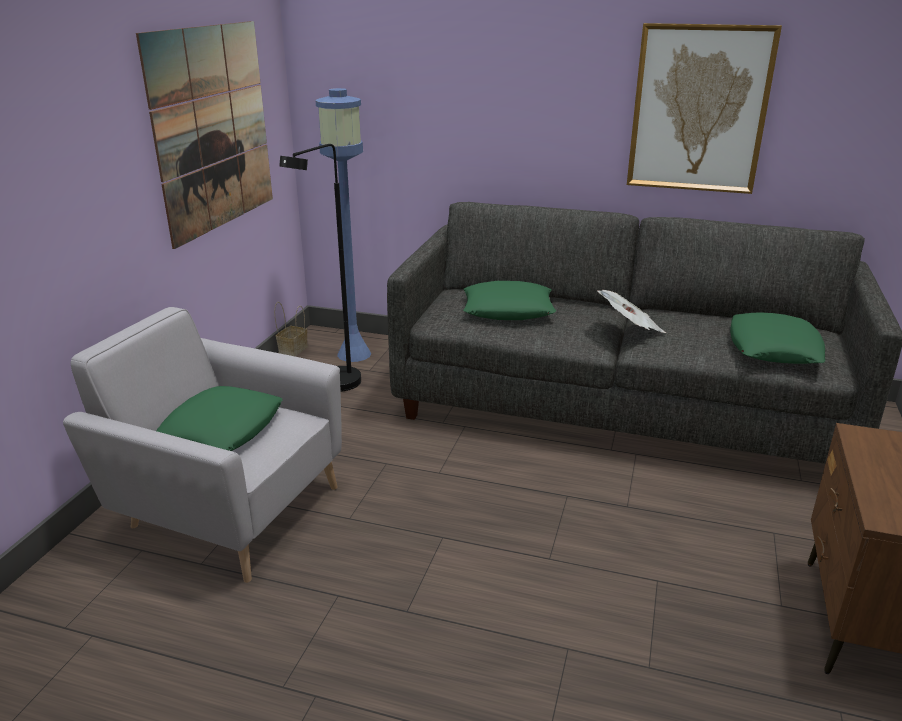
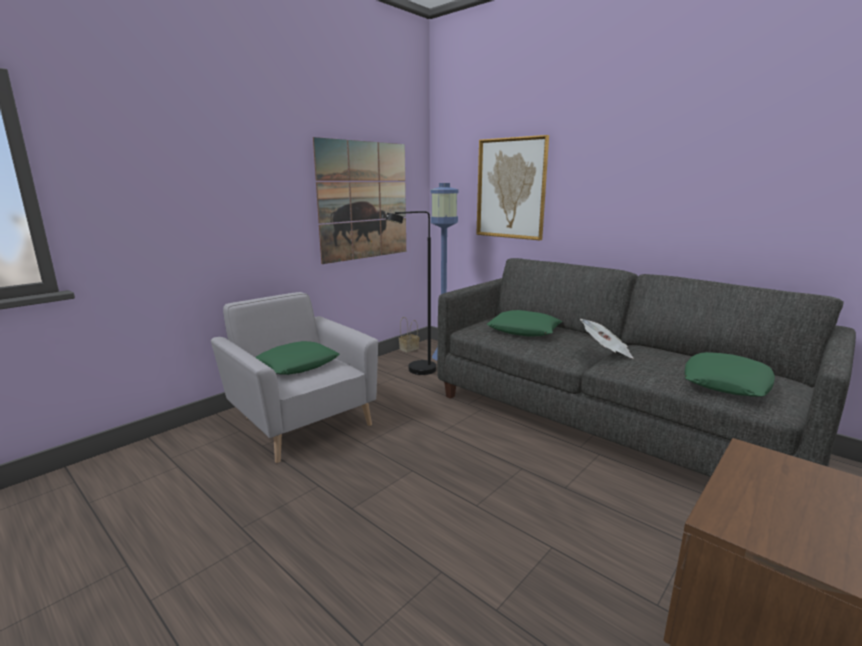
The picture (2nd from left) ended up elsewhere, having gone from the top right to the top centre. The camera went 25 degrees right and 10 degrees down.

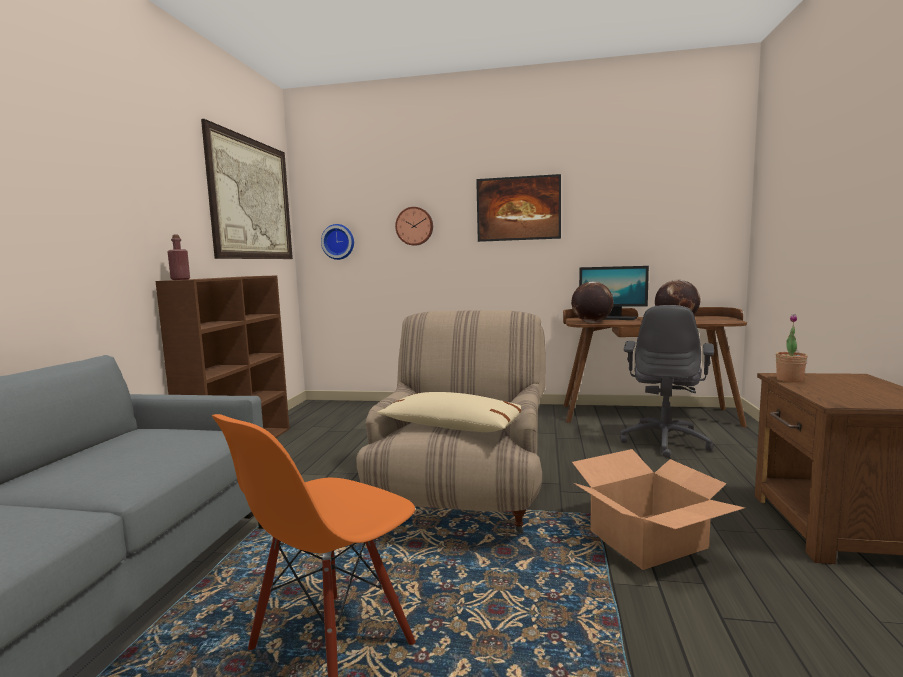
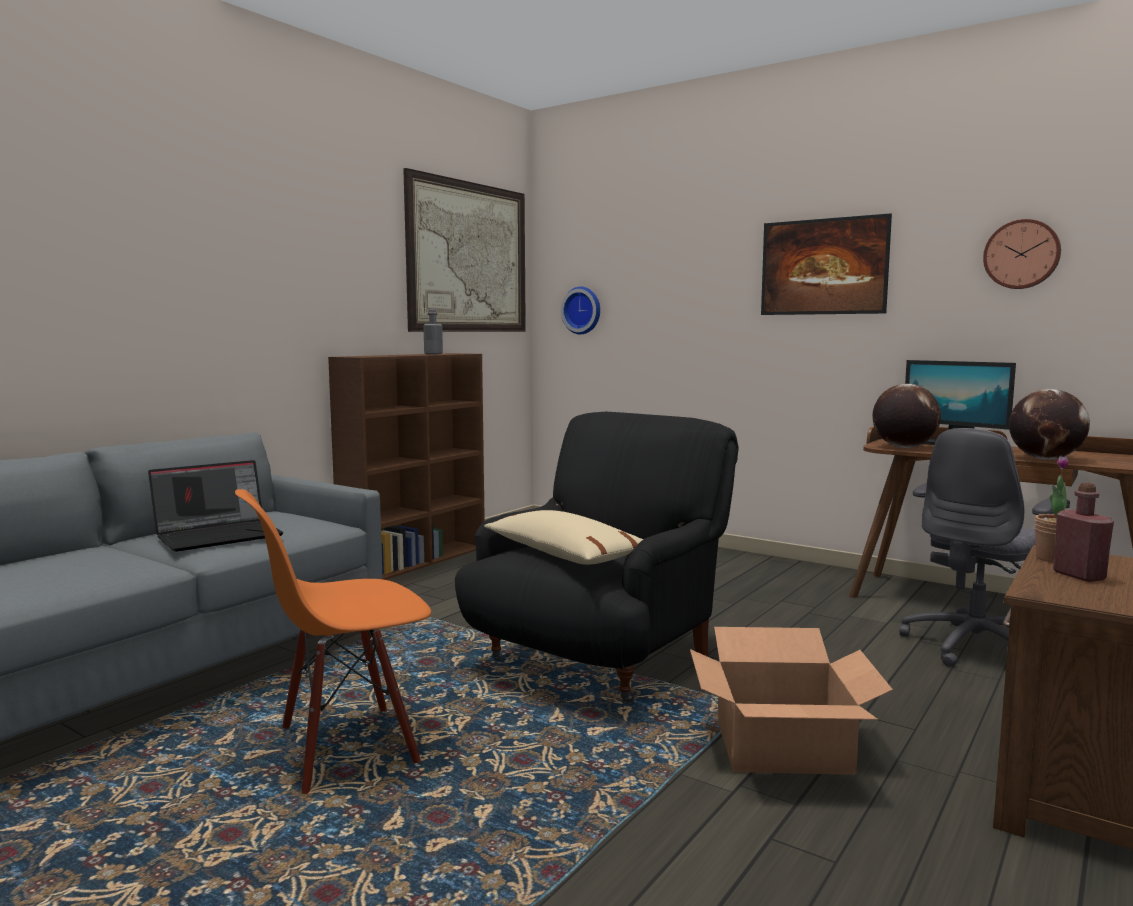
The red bottle ended up elsewhere, having gone from the middle left to the middle right. What was the beige armchair at the centre turned into the black armchair at the centre. The wall clock (2nd from left) ended up elsewhere, having gone from the centre to the top right. The second view gained the laptop at the middle left. The second view gained the grey bottle at the centre. The camera went 25 degrees right and 0 degrees up.

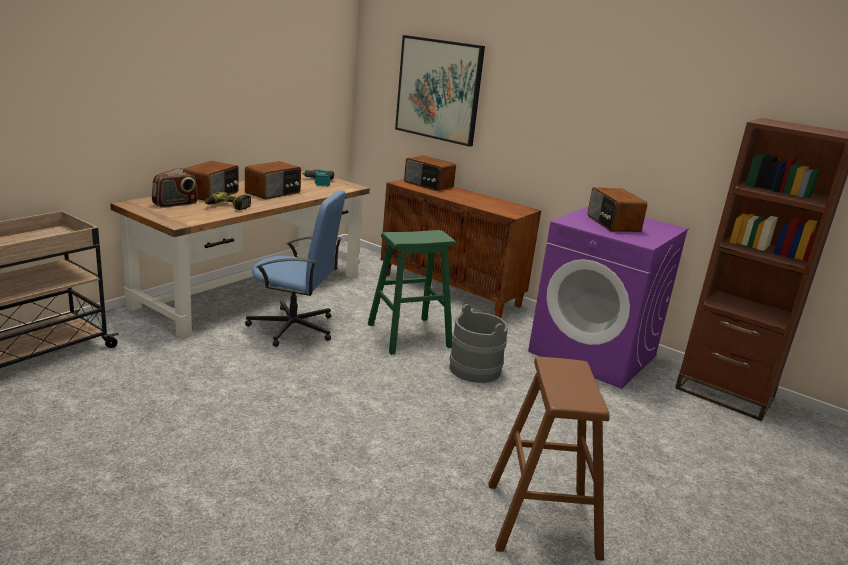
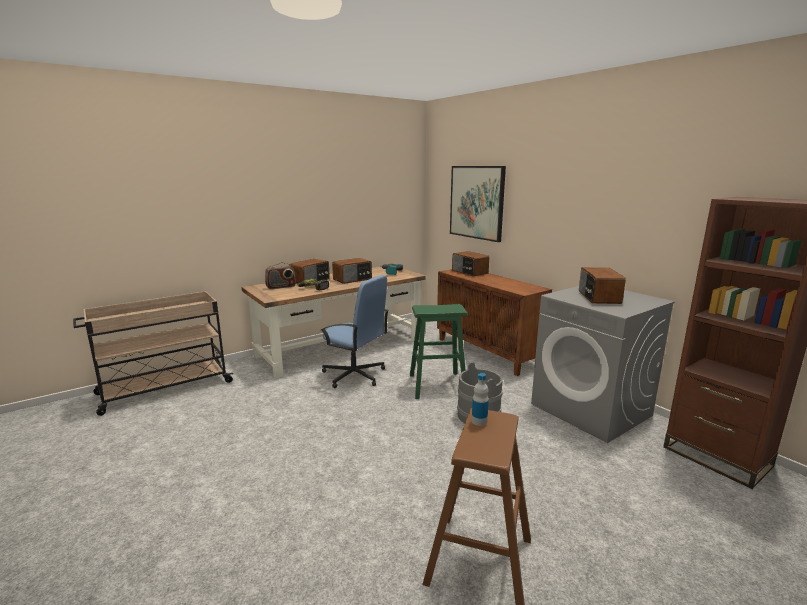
What was the purple washing machine at the middle right turned into the grey washing machine at the middle right. The second view gained the bottle at the centre. The camera went 20 degrees right and 5 degrees down.

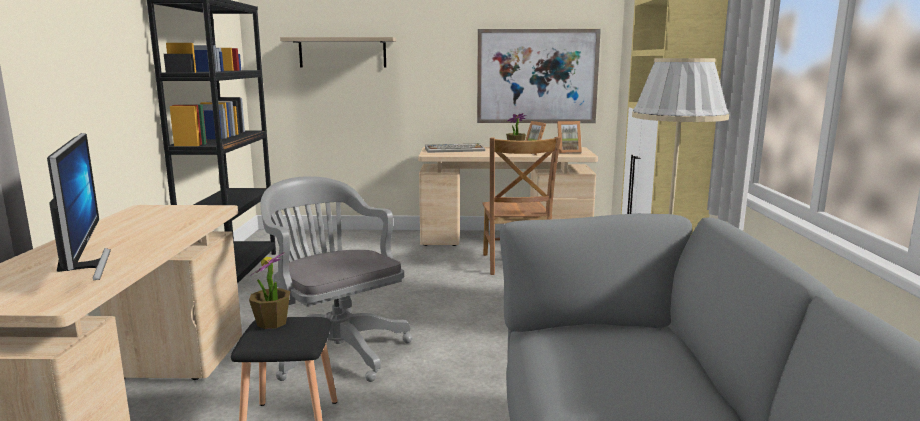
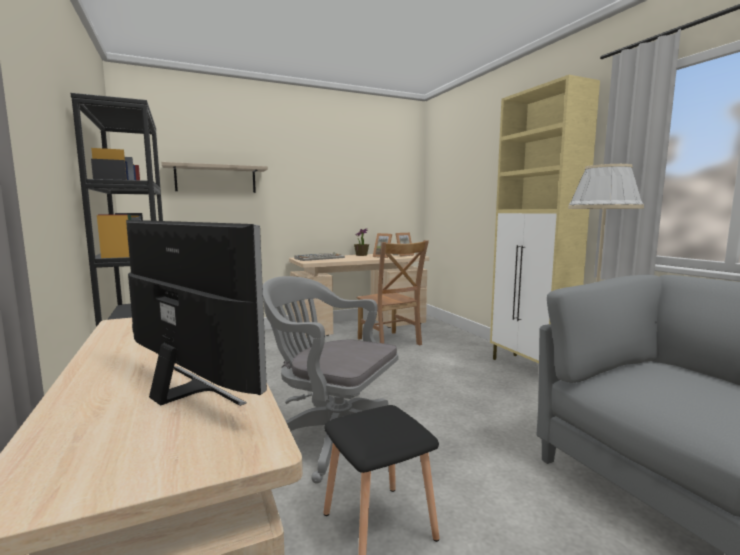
The second view lost the potted plant (1st from left) at the bottom left. The second view lost the picture at the top centre. The camera went 25 degrees left and 5 degrees down.

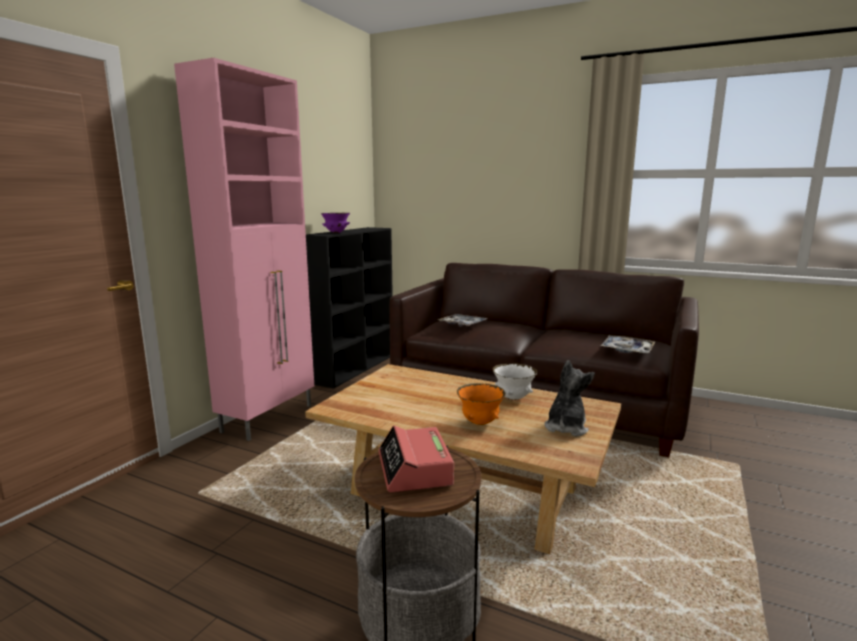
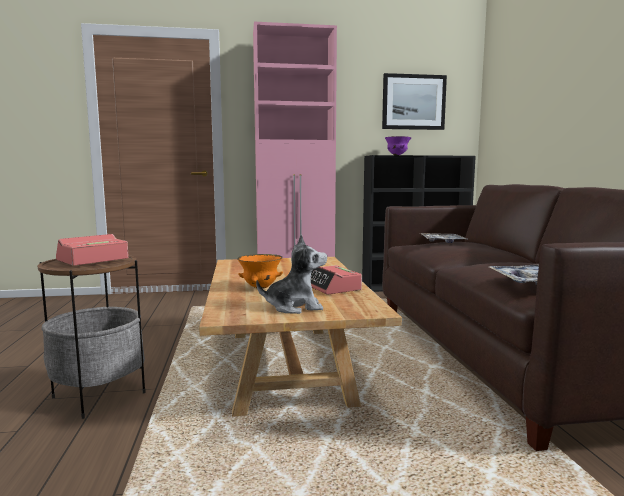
Where the white bowl stood at the centre, the alarm clock (2nd from left) came to stand at the centre. The second view gained the picture at the top centre. The camera went 55 degrees right and 5 degrees down.

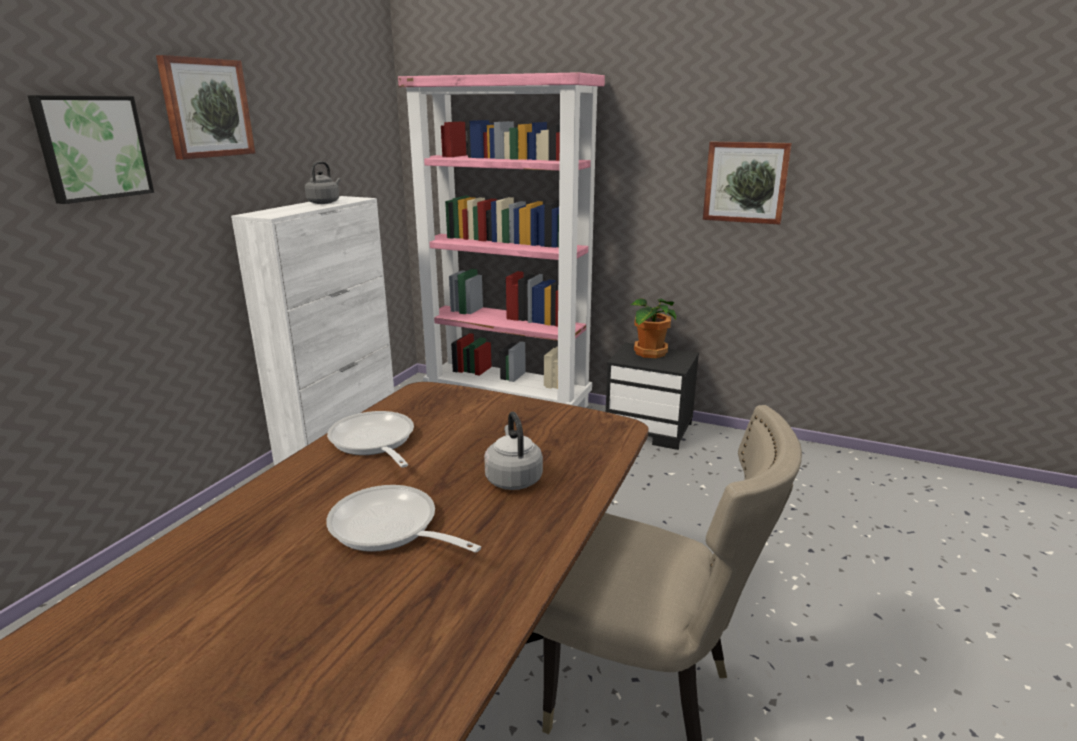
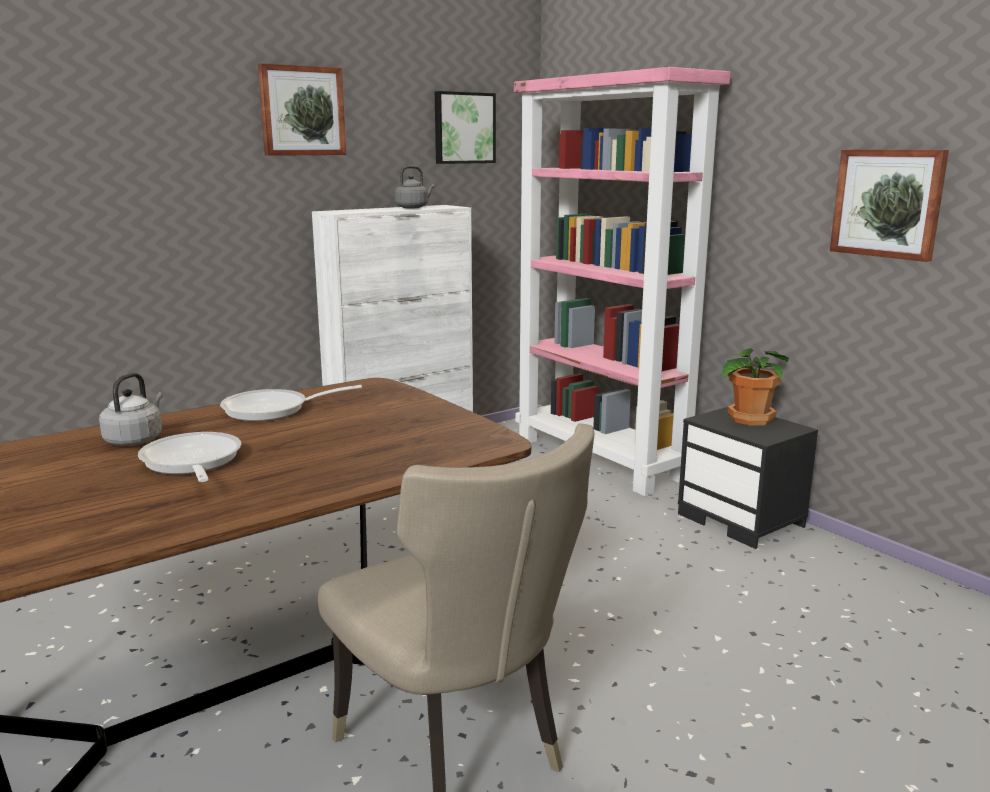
The picture (1st from left in the first image) ended up elsewhere, having gone from the top left to the top centre. The frying pan (1st from left in the first image) at the centre ended up facing another way, 105 degrees counterclockwise from before. The grey kettle (2nd from left in the first image) ended up elsewhere, having gone from the centre to the middle left. The camera went 30 degrees right and 5 degrees down.

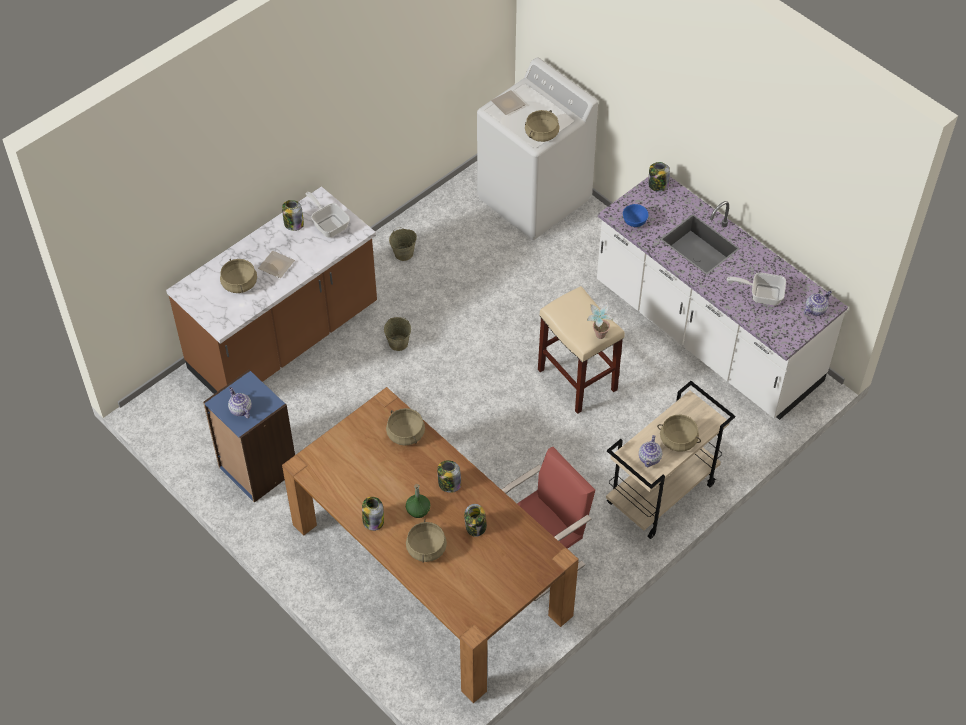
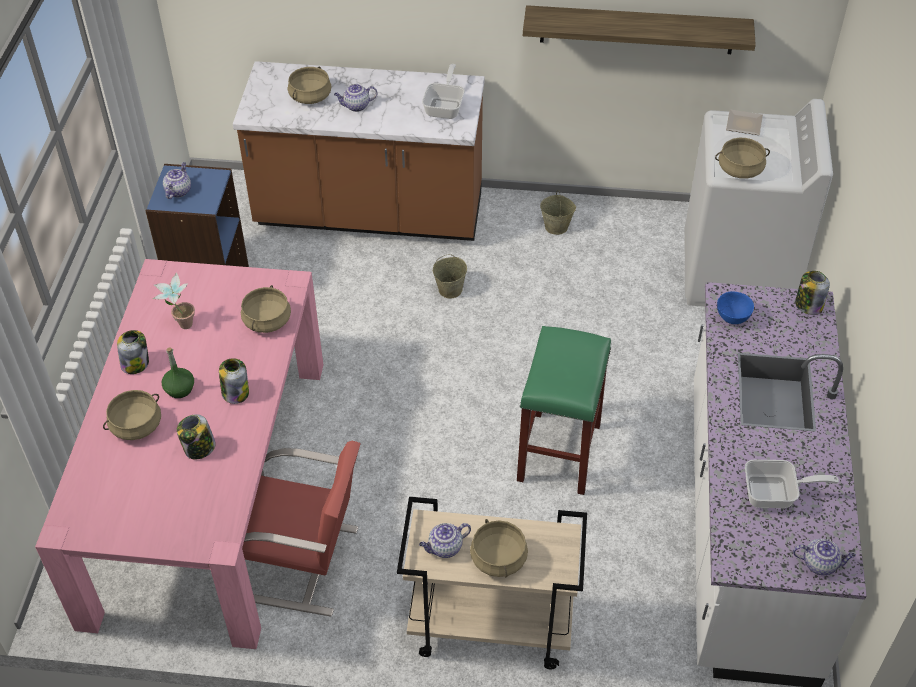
Where the plate (1st from left) stood at the middle left, the teapot (2nd from left) came to stand at the top centre. The second view lost the jar (1st from left) at the top left. What was the brown dining table at the bottom centre turned into the pink dining table at the middle left. What was the beige stool at the centre turned into the green stool at the centre. The potted plant ended up elsewhere, having gone from the centre to the middle left. The frying pan (2nd from left) at the middle right ended up facing another way, 120 degrees clockwise from before. The second view gained the shelf at the top right. The camera went 50 degrees right and 5 degrees down.

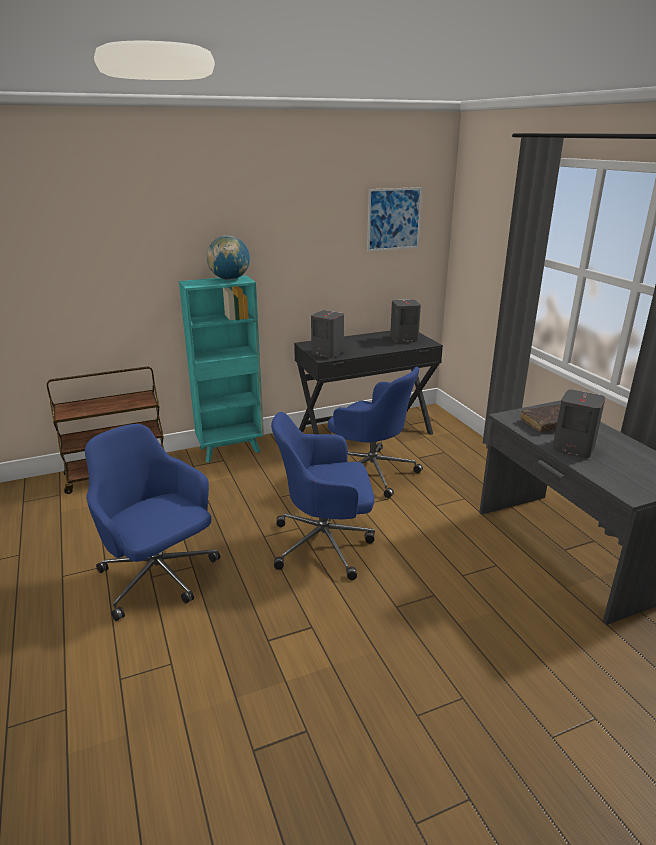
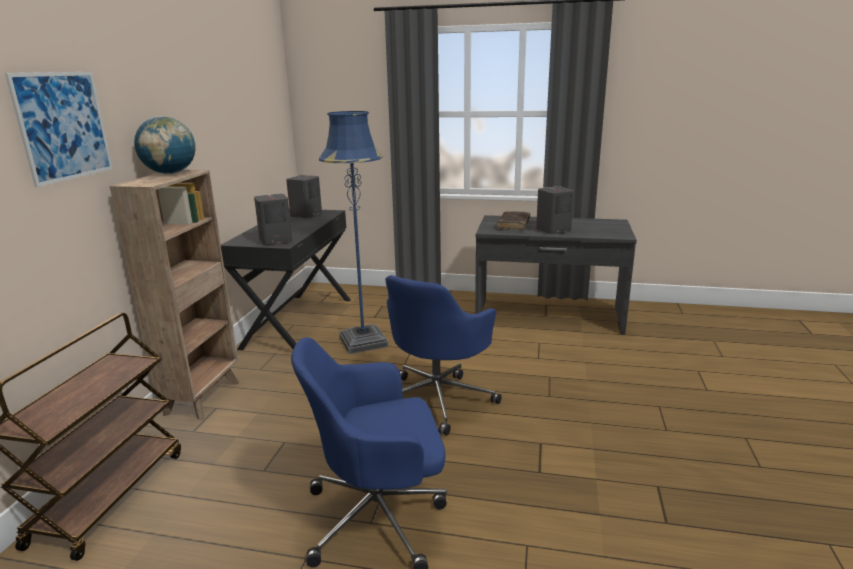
What was the turquoise bookcase at the centre turned into the brown bookcase at the middle left. Where the blue office chair (3rd from left) stood at the centre, the blue floor lamp came to stand at the centre. The picture ended up elsewhere, having gone from the top centre to the top left. The camera went 55 degrees left and 5 degrees down.

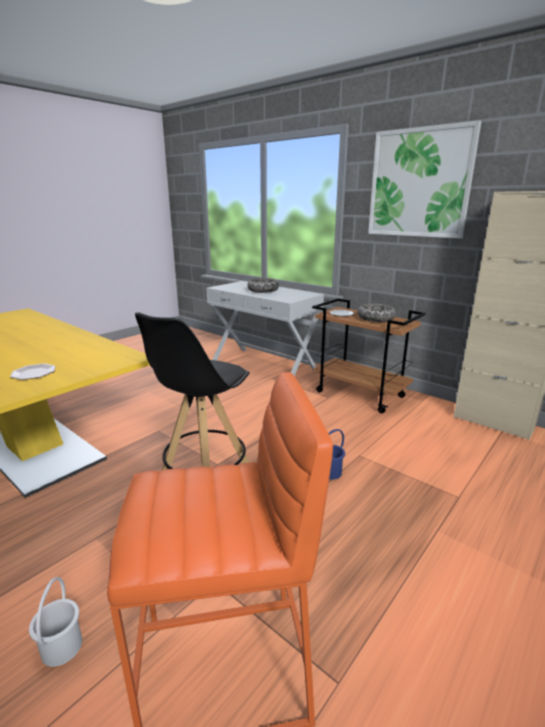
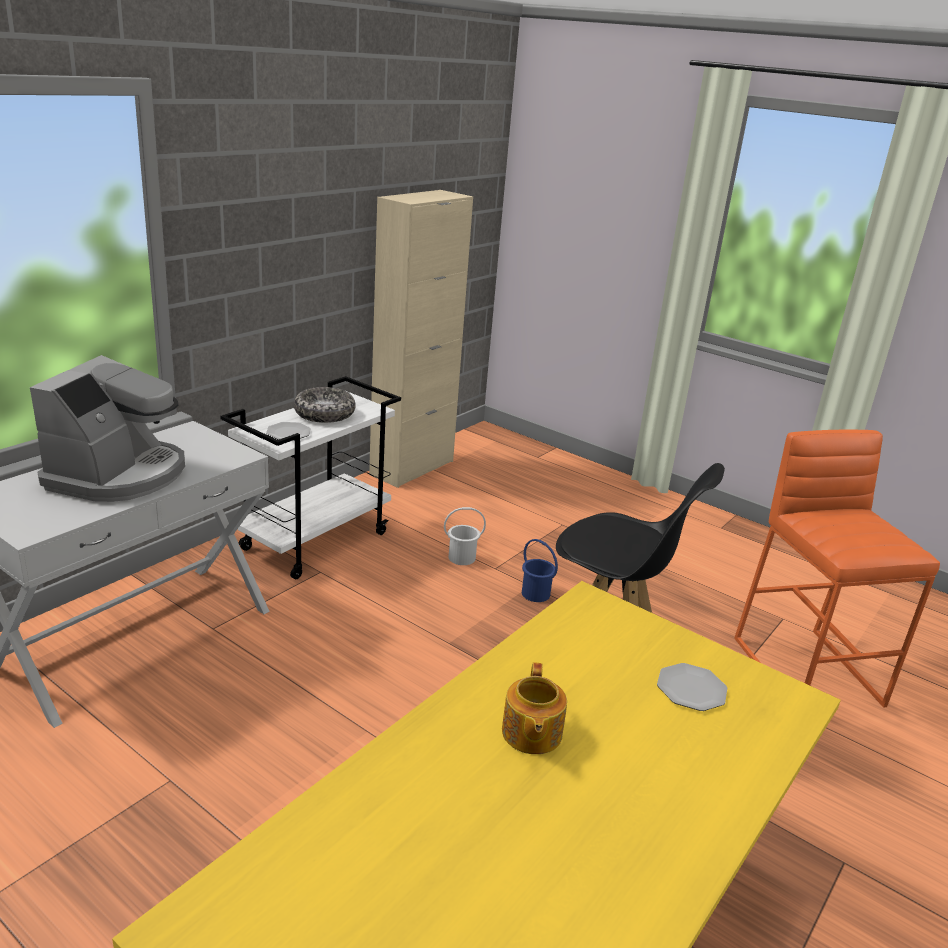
The white bucket ended up elsewhere, having gone from the bottom left to the centre. Where the bowl (1st from left) stood at the centre, the coffee machine came to stand at the middle left. What was the brown cart at the middle right turned into the white cart at the middle left. The second view lost the picture at the top right. The second view gained the teapot at the bottom centre. The camera went 95 degrees left and 5 degrees up.

